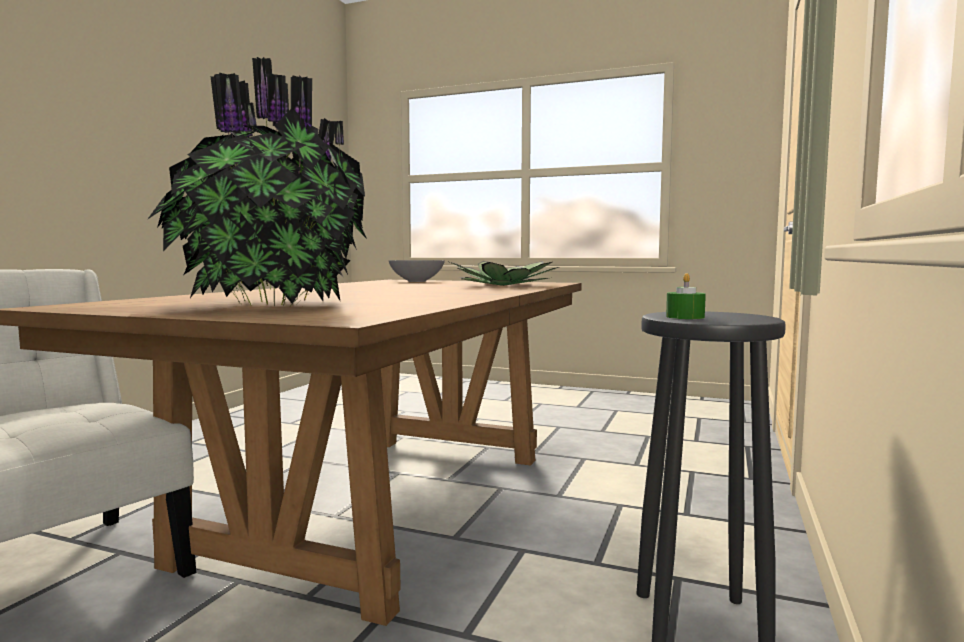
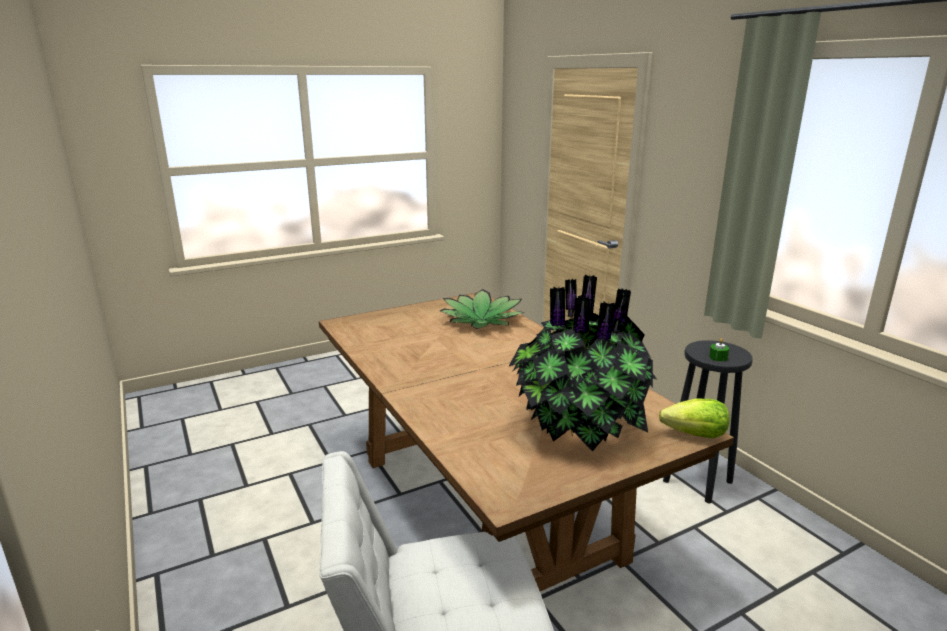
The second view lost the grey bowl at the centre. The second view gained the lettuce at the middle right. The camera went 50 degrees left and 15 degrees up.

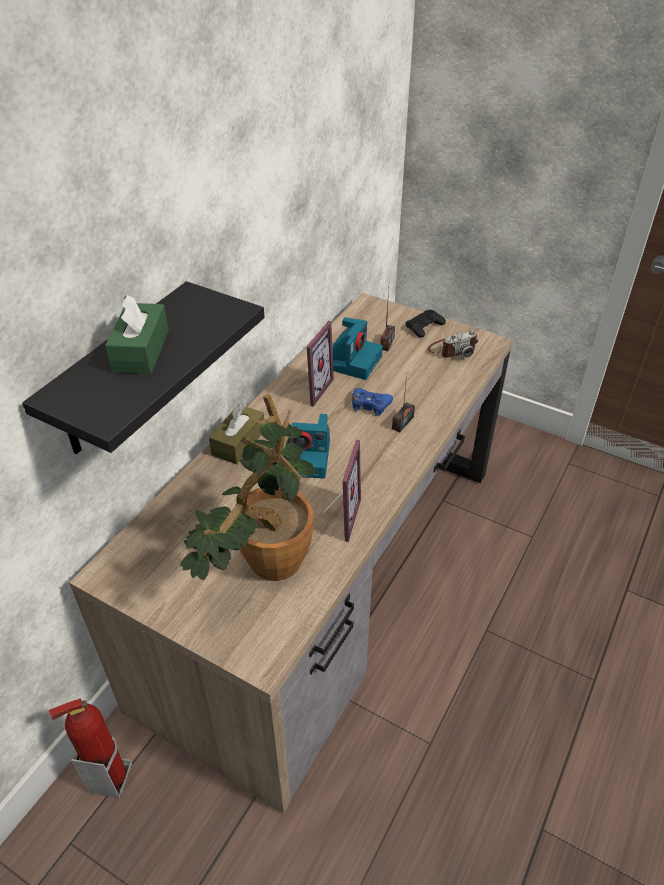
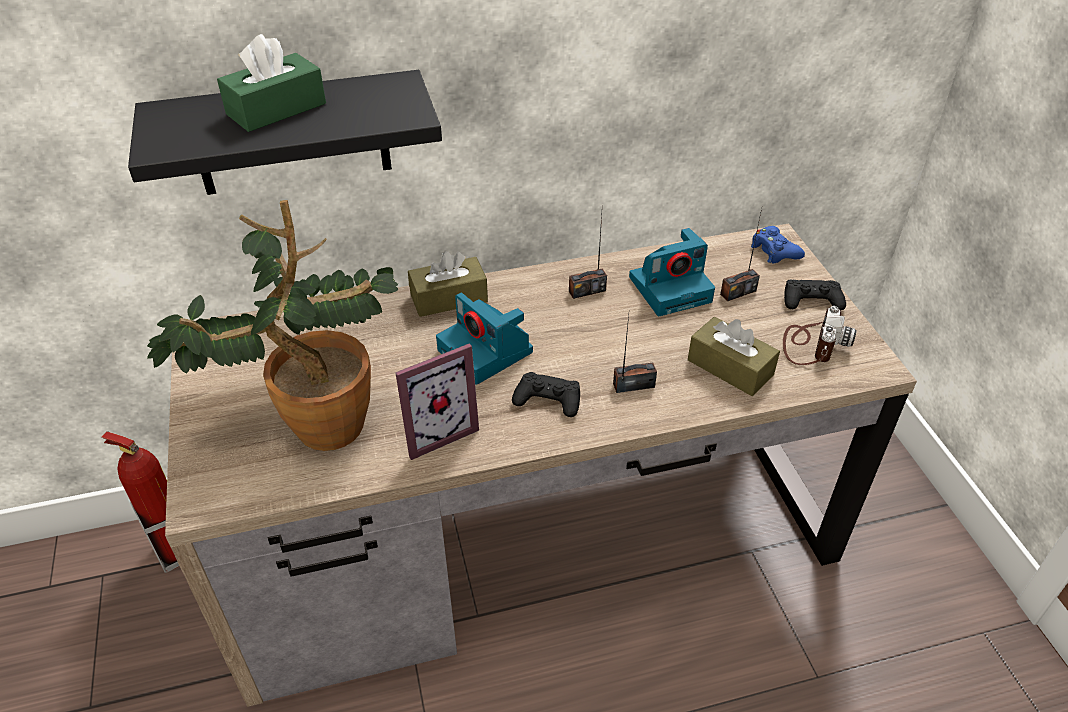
Where the picture frame (1st from left) stood at the centre, the radio (1st from left) came to stand at the centre. The blue game controller ended up elsewhere, having gone from the centre to the middle right. The photo camera (3rd from left) at the middle right ended up facing another way, 90 degrees counterclockwise from before. The second view gained the black game controller (1st from left) at the centre. The second view gained the brown tissue box (2nd from left) at the middle right. The camera went 45 degrees right and 0 degrees up.

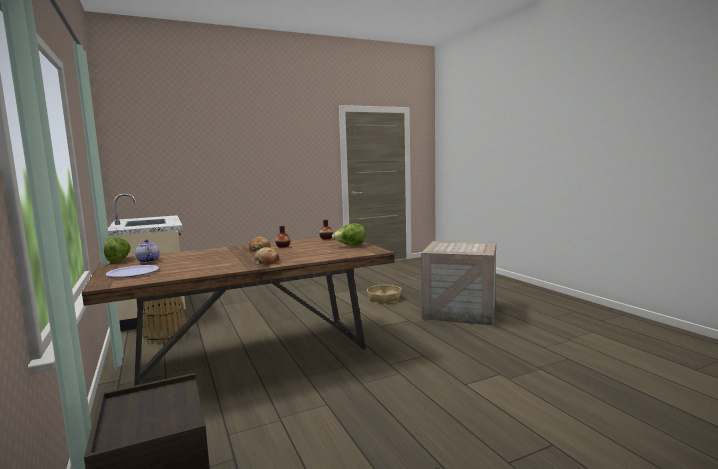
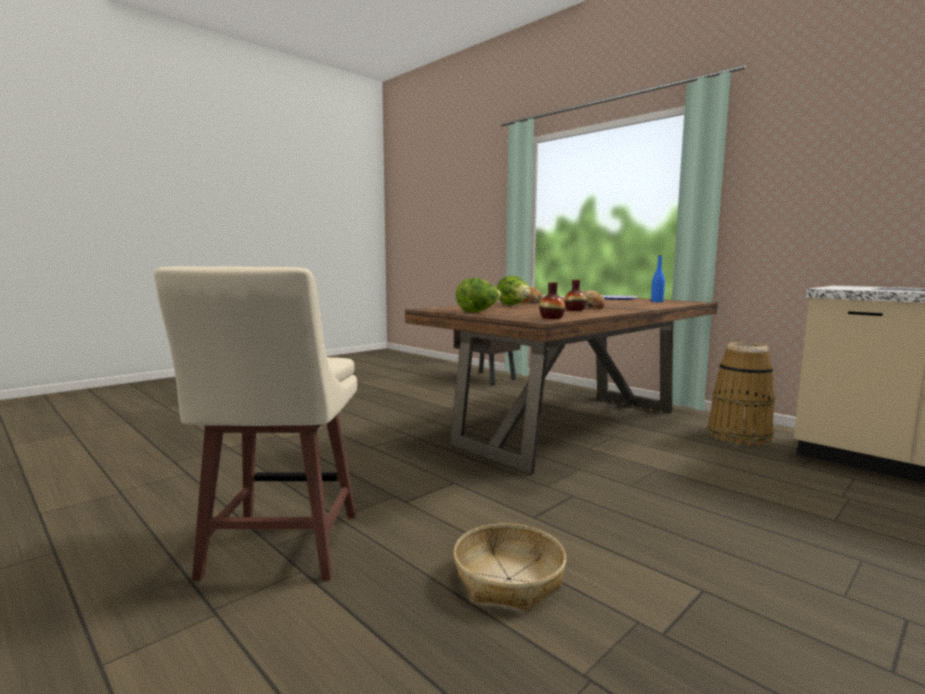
The lettuce (1st from left in the first image) ended up elsewhere, having gone from the middle left to the centre. Where the teapot stood at the middle left, the blue bottle came to stand at the middle right. Where the crate stood at the centre, the beige stool came to stand at the middle left. The camera went 160 degrees right and 0 degrees up.

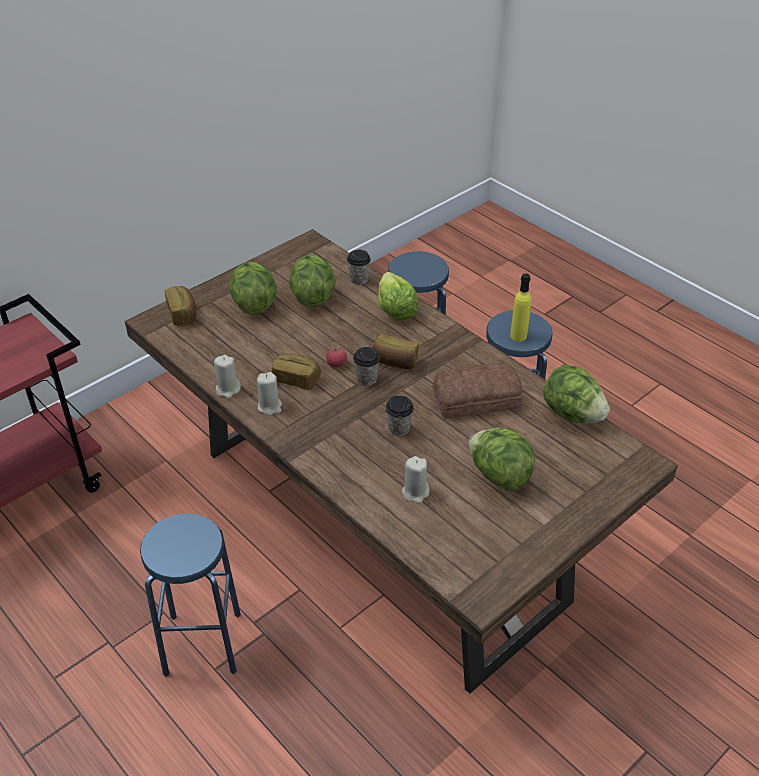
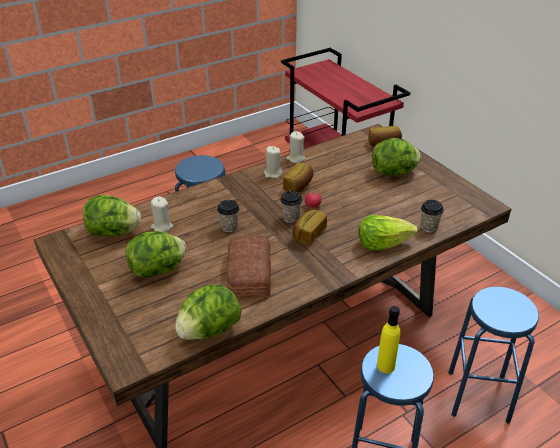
The lettuce (2nd from left in the first image) ended up elsewhere, having gone from the centre to the middle left. The camera went 100 degrees right and 5 degrees down.

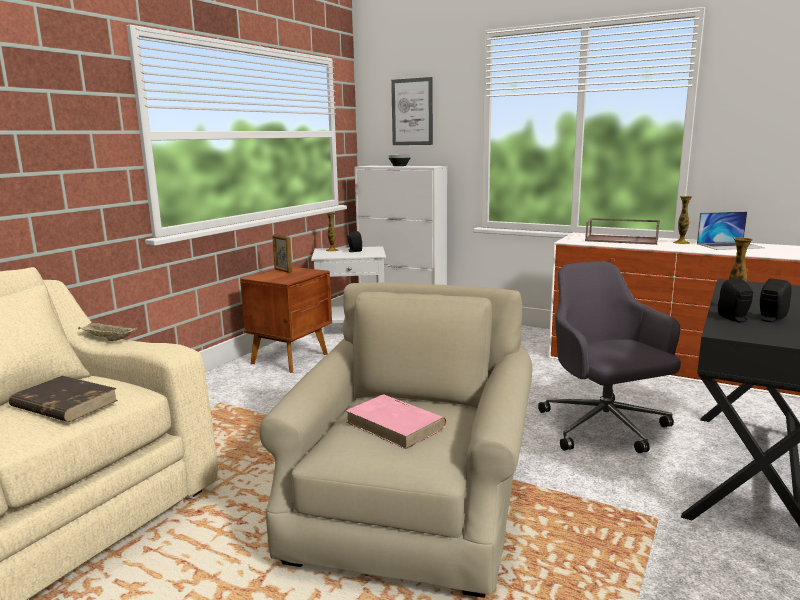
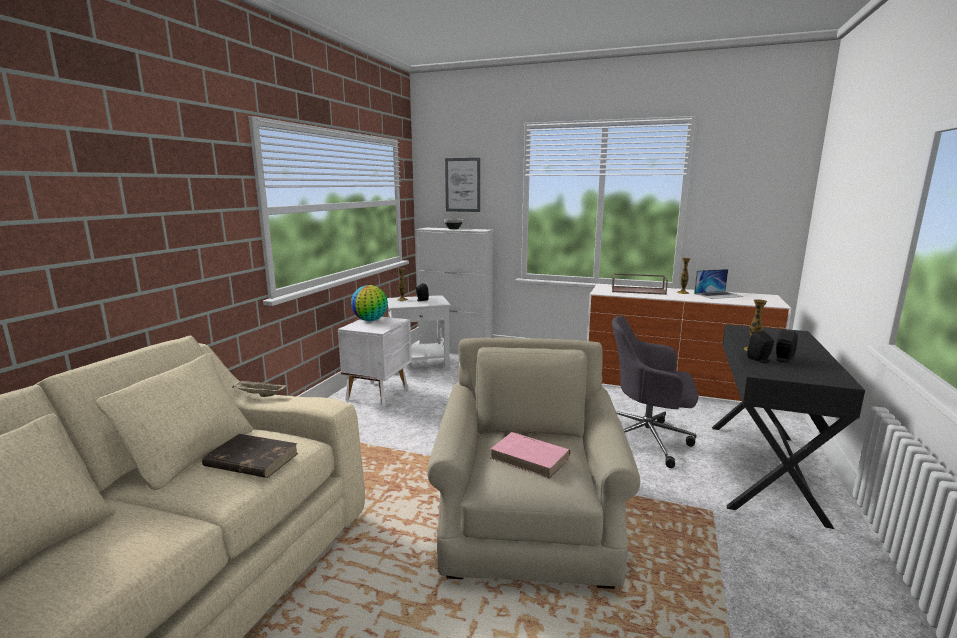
What was the brown nightstand at the centre turned into the white nightstand at the centre. Where the picture frame stood at the centre, the globe came to stand at the centre. The grey office chair at the middle right ended up facing another way, 45 degrees counterclockwise from before. The camera went 10 degrees left and 0 degrees up.

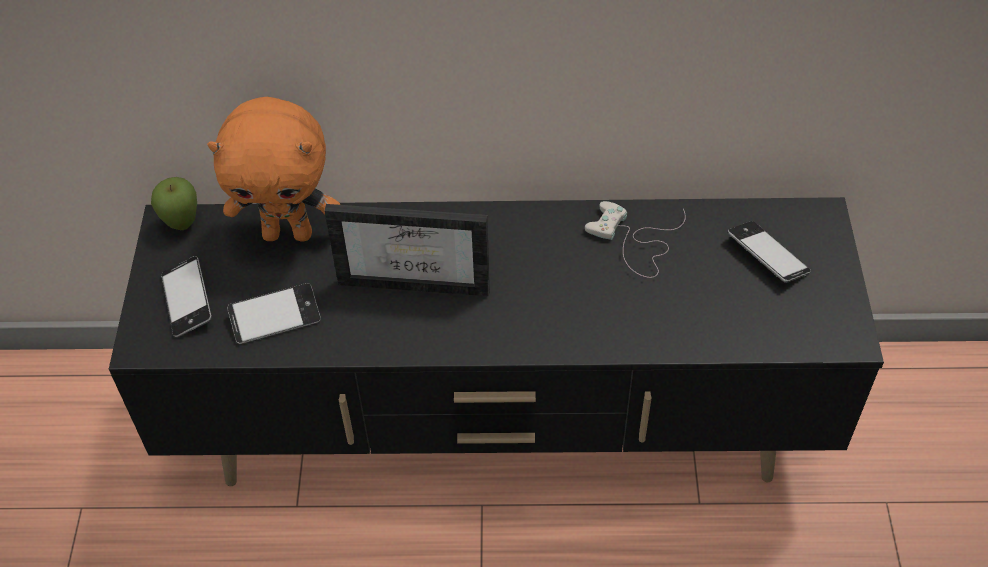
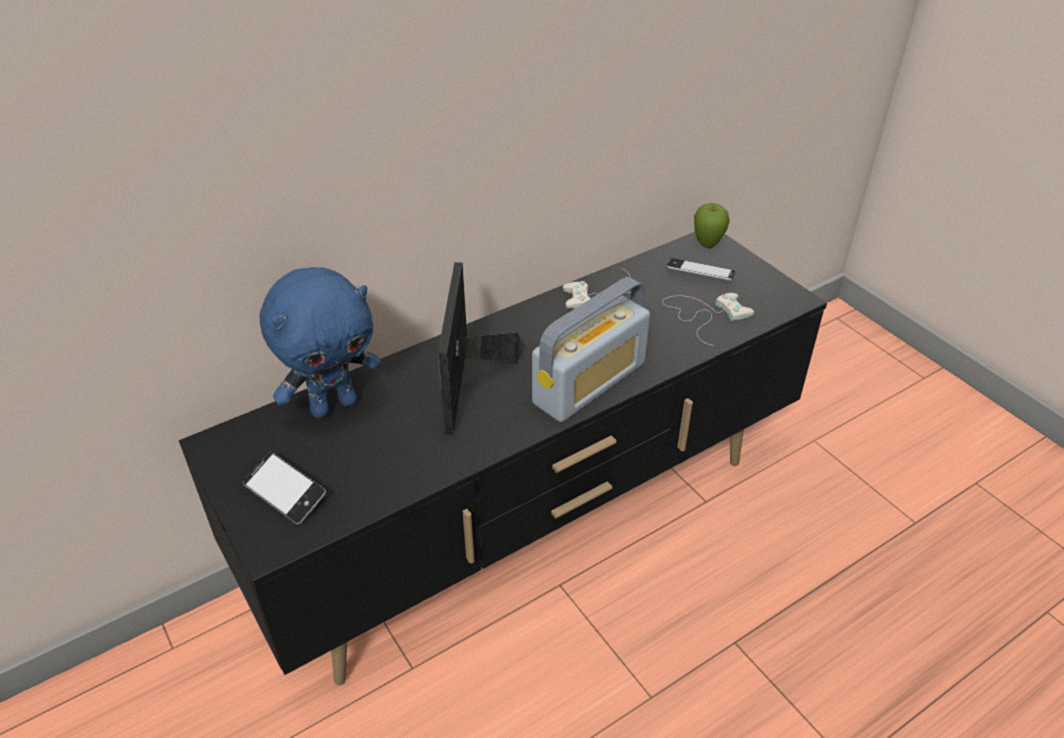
The apple ended up elsewhere, having gone from the middle left to the top right. What was the orange plush toy at the top left turned into the blue plush toy at the middle left. The second view lost the phone (2nd from left) at the middle left. The picture frame at the centre ended up facing another way, 120 degrees clockwise from before. The second view gained the radio at the centre. The second view gained the white game controller (2nd from left) at the centre. The camera went 35 degrees left and 10 degrees down.

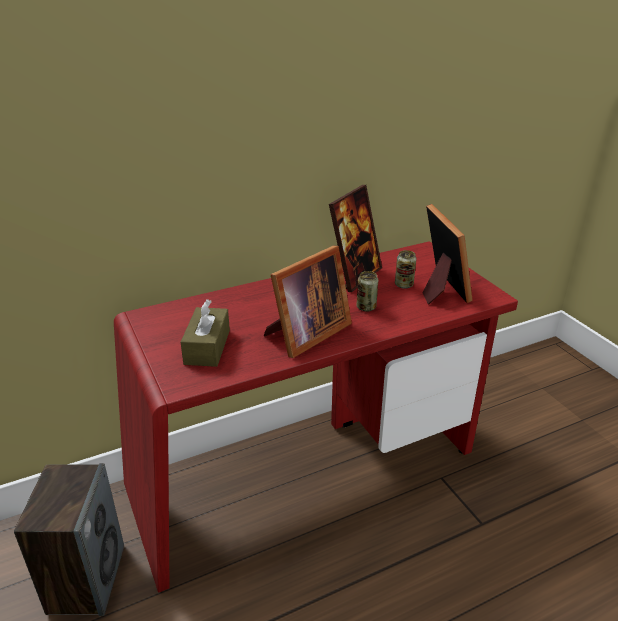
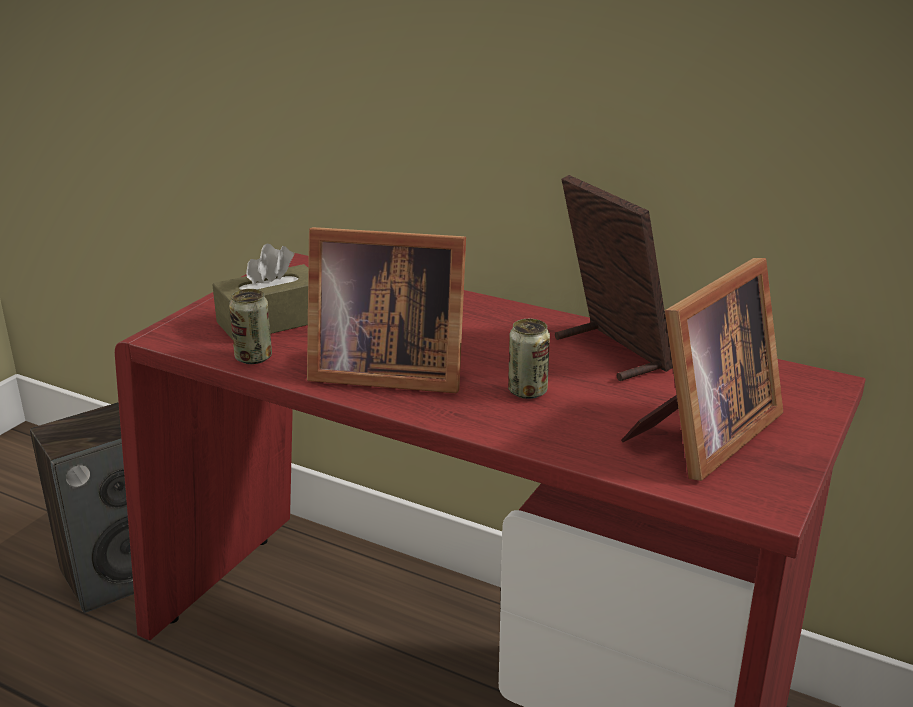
The picture frame (2nd from left) at the centre ended up facing another way, 120 degrees counterclockwise from before. The can (2nd from left in the first image) ended up elsewhere, having gone from the centre to the middle left. The camera went 55 degrees right and 5 degrees down.

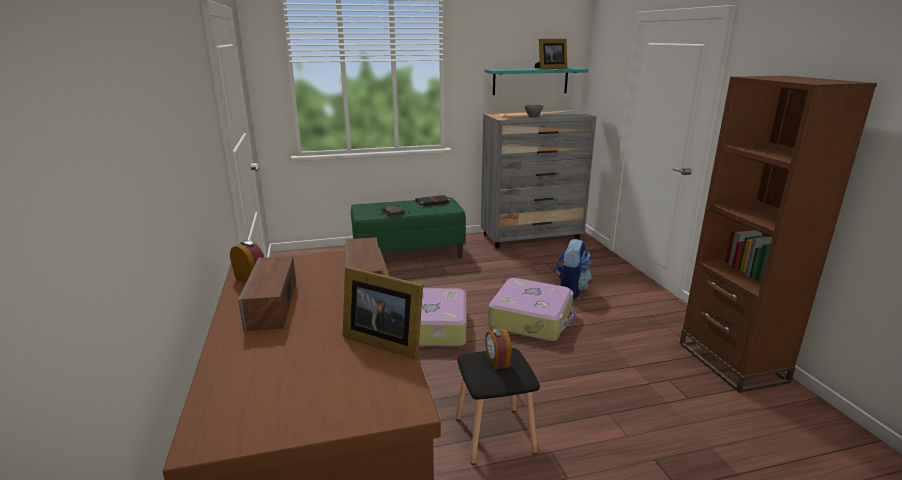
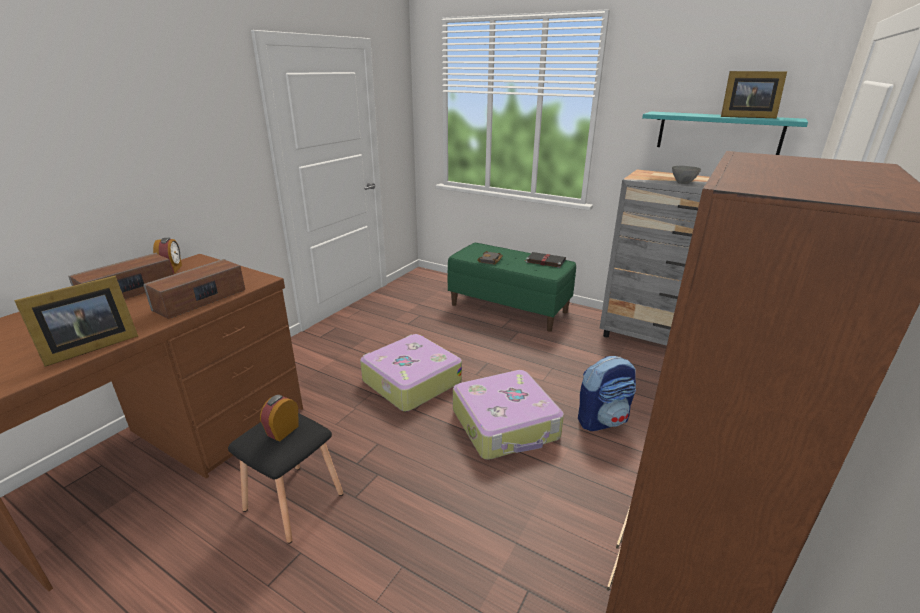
The picture frame (1st from left) at the centre ended up facing another way, 120 degrees counterclockwise from before. The camera went 45 degrees right and 5 degrees up.

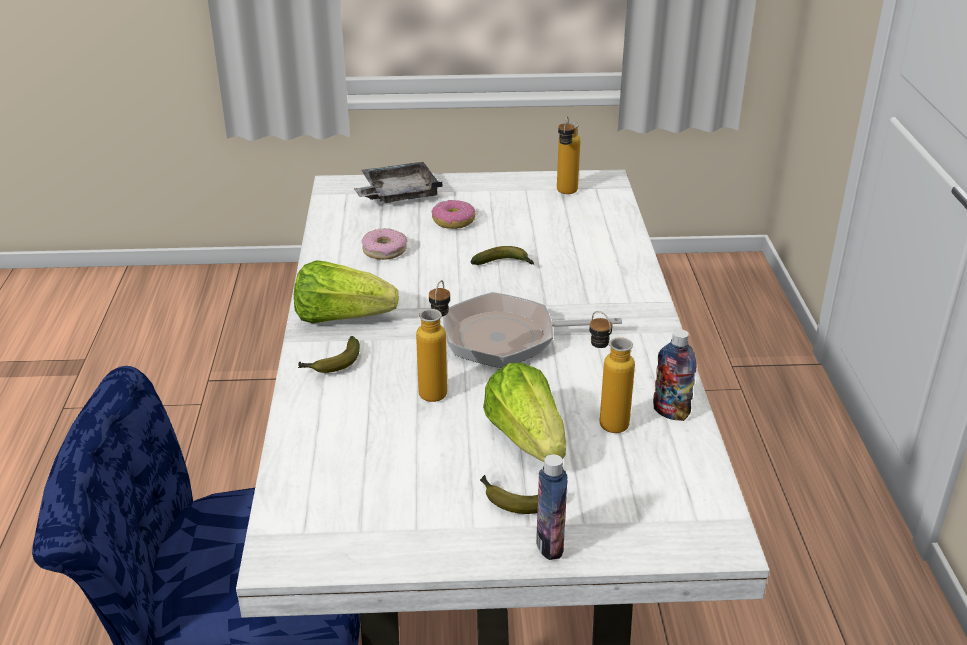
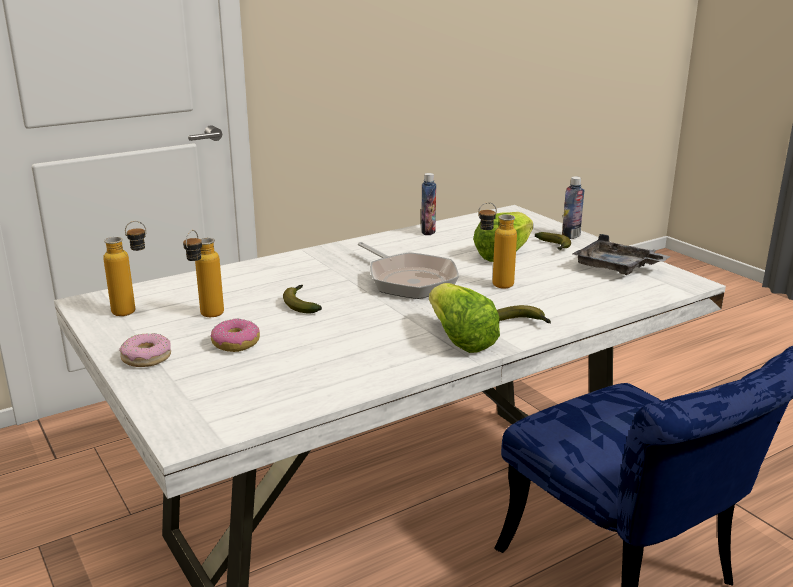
The grey tray ended up elsewhere, having gone from the top centre to the middle right. The donut (1st from left) ended up elsewhere, having gone from the centre to the middle left. The bottle (4th from left in the first image) ended up elsewhere, having gone from the centre to the middle left. The camera went 120 degrees left and 10 degrees down.

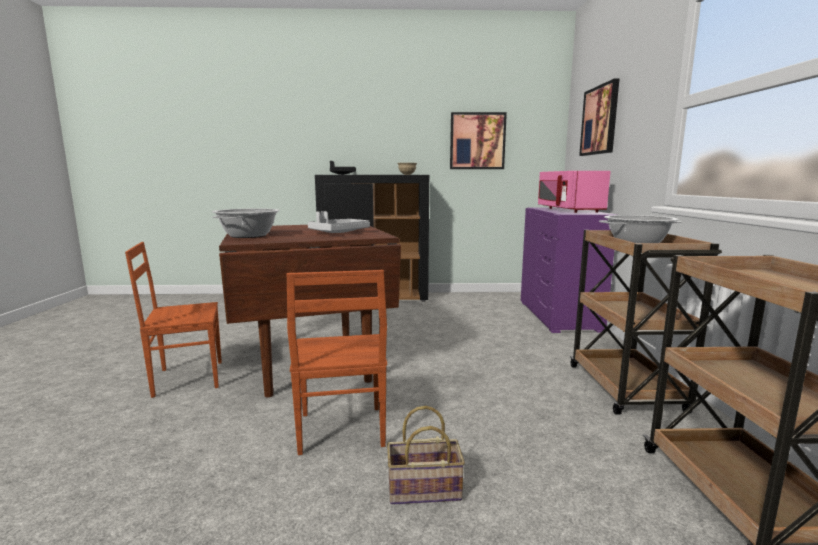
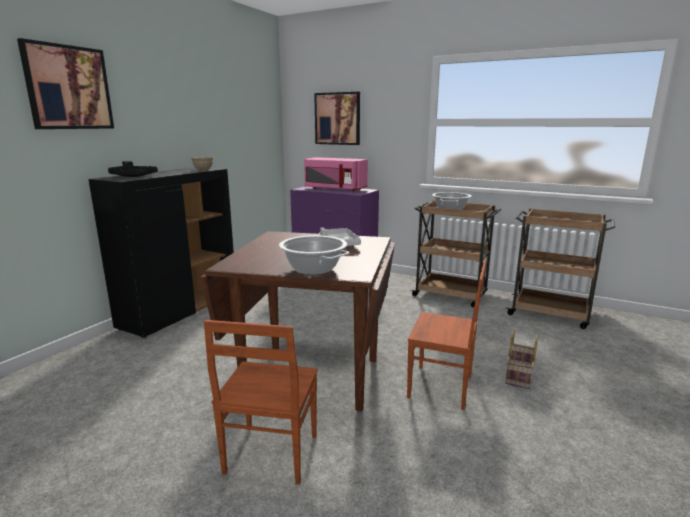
The picture (1st from left) ended up elsewhere, having gone from the top centre to the top left. The camera went 60 degrees left and 5 degrees up.

